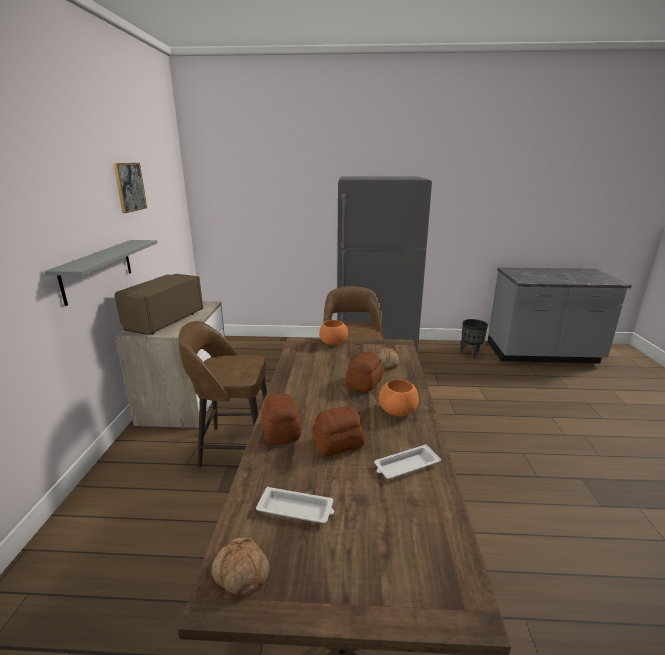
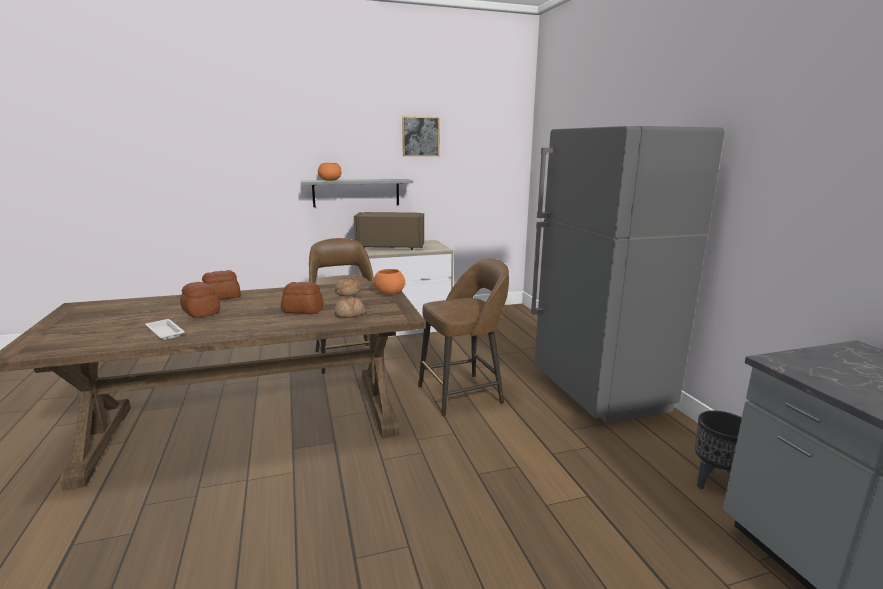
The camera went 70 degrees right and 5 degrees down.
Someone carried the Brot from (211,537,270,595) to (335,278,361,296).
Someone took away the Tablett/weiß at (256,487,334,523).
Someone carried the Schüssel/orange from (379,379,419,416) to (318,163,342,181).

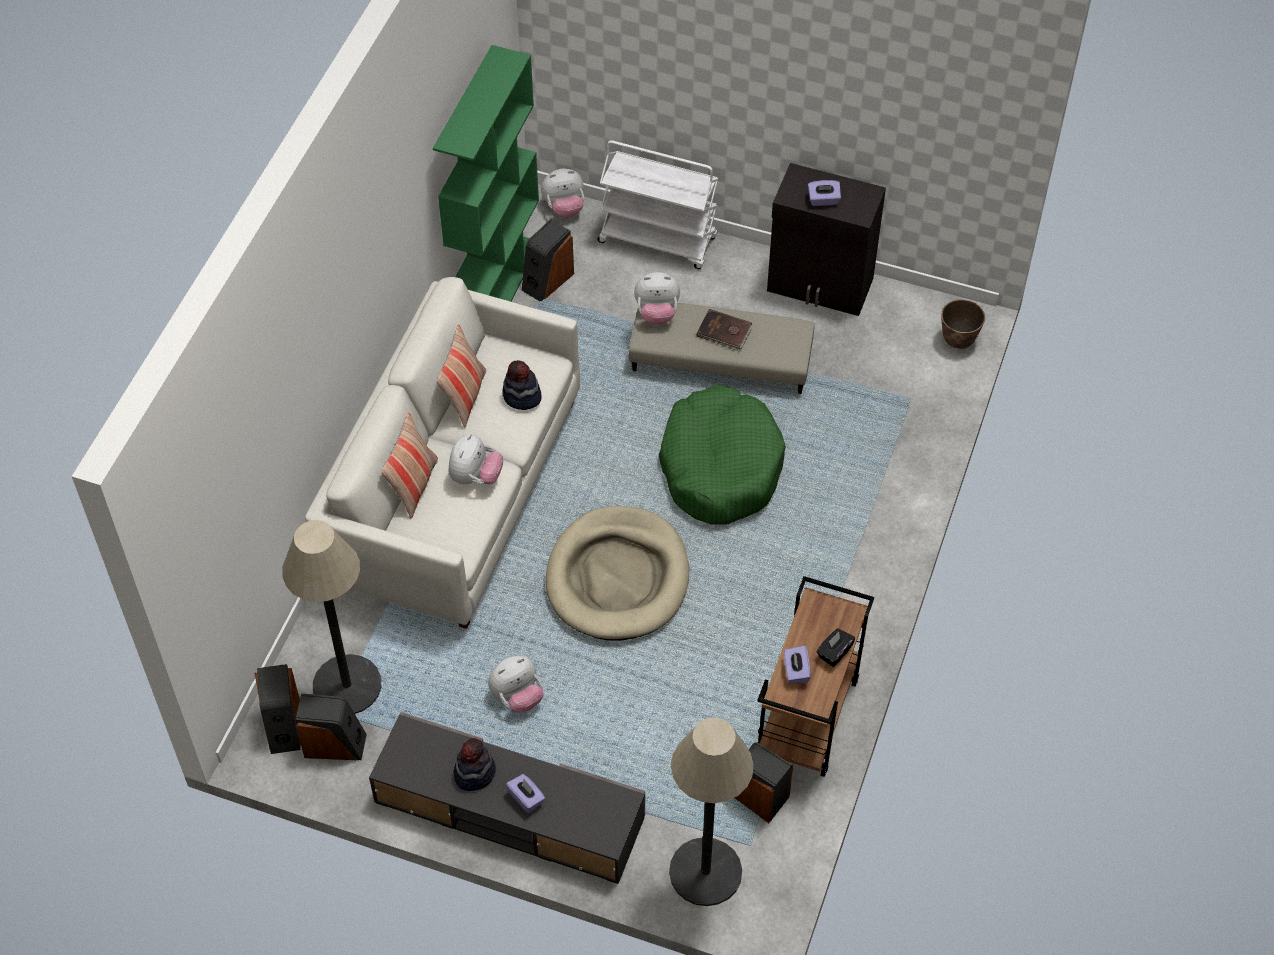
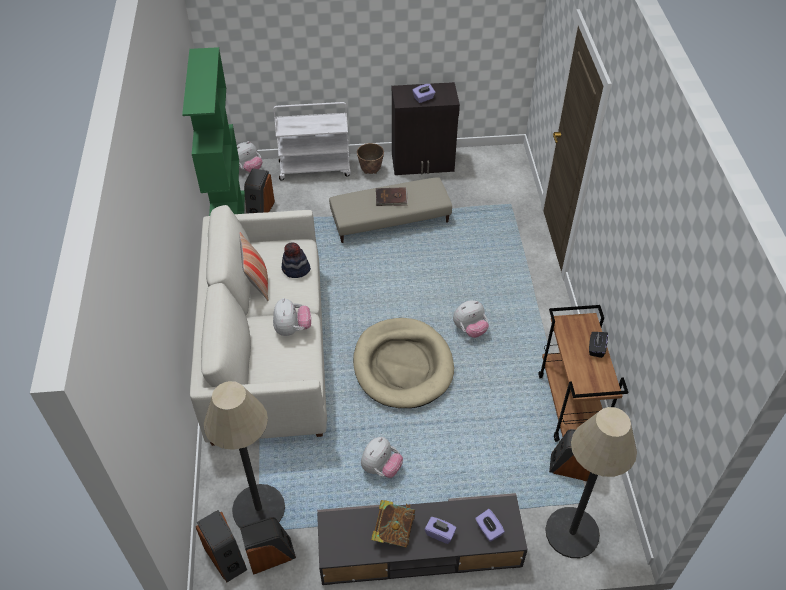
The camera went 25 degrees left and 5 degrees down.
Someone took away the Kissen at (381,413,438,518).
Someone swapped the Hut at (454,738,496,791) for the Buch at (371,500,415,548).
Someone carried the Plüschtier from (634,272,680,325) to (453,300,489,338).
Someone took away the Hundebett/grün at (659,384,786,525).
Someone carried the Taschentuchbox/lila from (784,646,811,684) to (475,509,505,542).
Someone carried the Pflanzkübel from (941,299,985,349) to (357,143,384,174).

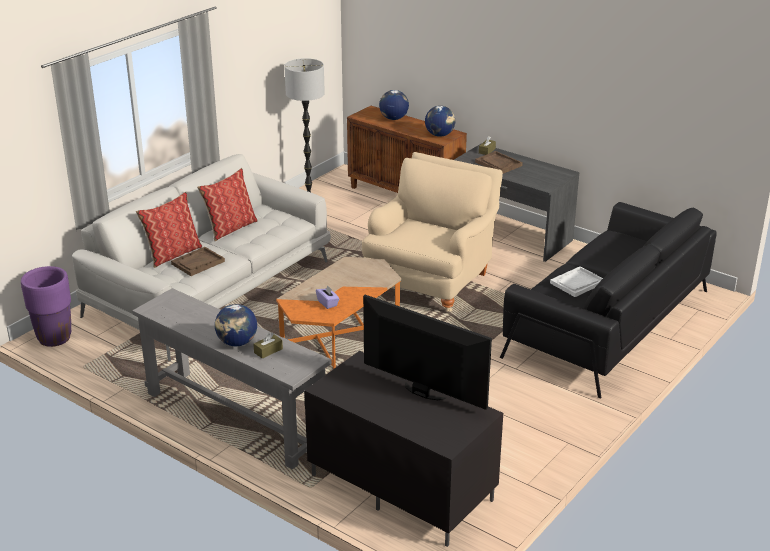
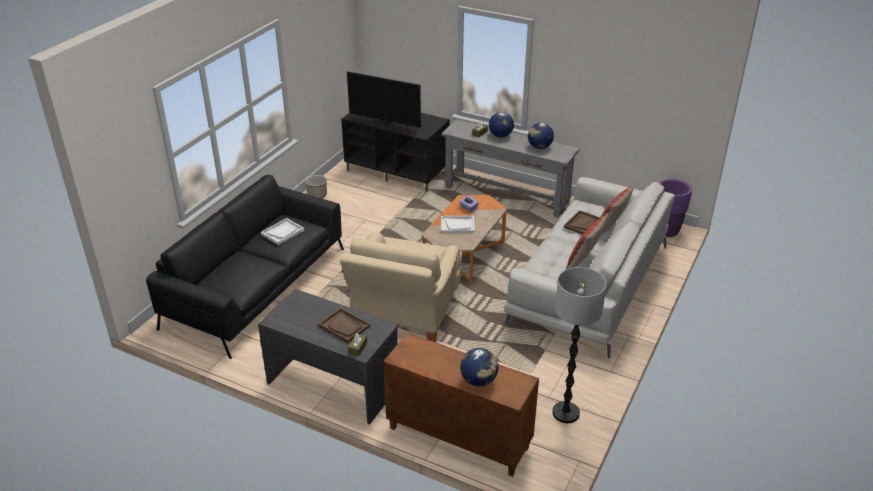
The camera went 170 degrees right and 5 degrees up.
Someone carried the Globus from (425,106,455,137) to (528,123,554,149).
Someone put down the Pflanzkübel at (305,175,327,198).
Someone put down the Tablett/weiß at (441,216,475,233).

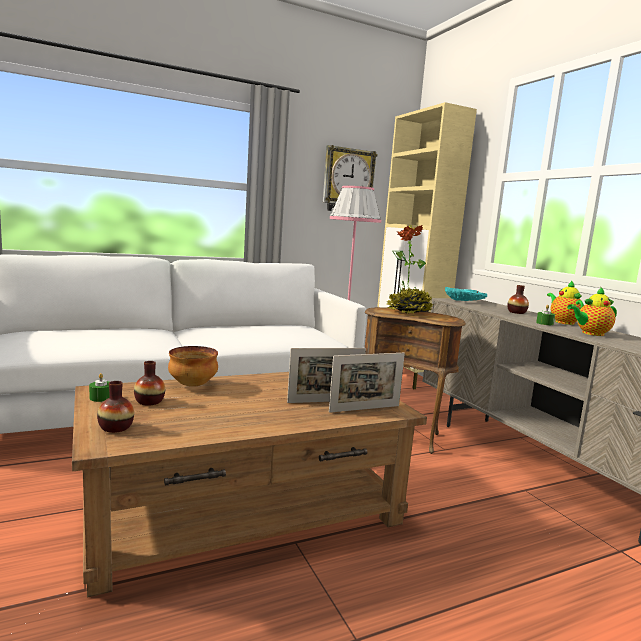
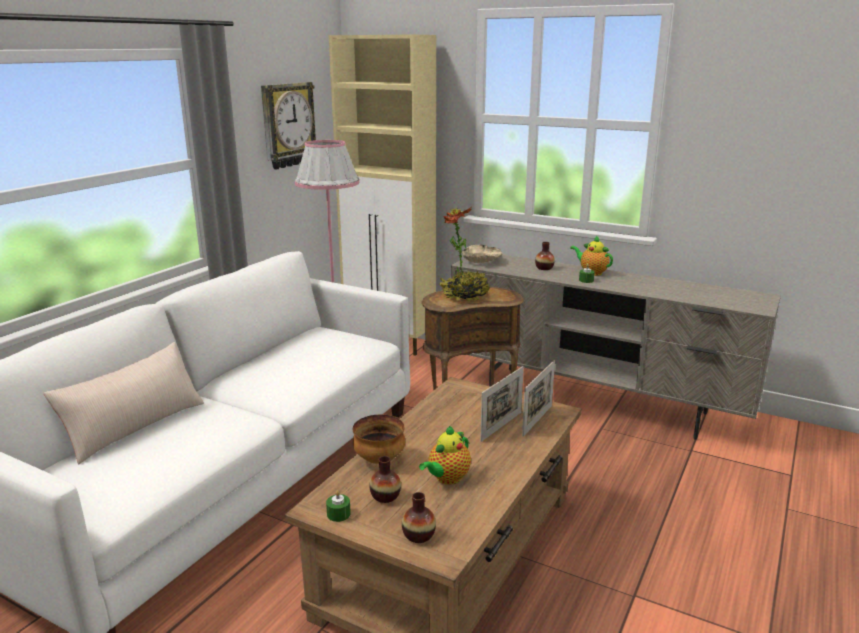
The camera went 35 degrees left and 10 degrees up.
Someone repainted the Schüssel/türkis at (445,287,487,301), which became the Schüssel/beige at (462,244,502,263).
Someone carried the Teekanne from (567,287,617,336) to (419,426,471,485).
Someone put down the Kissen/beige at (43,342,204,465).

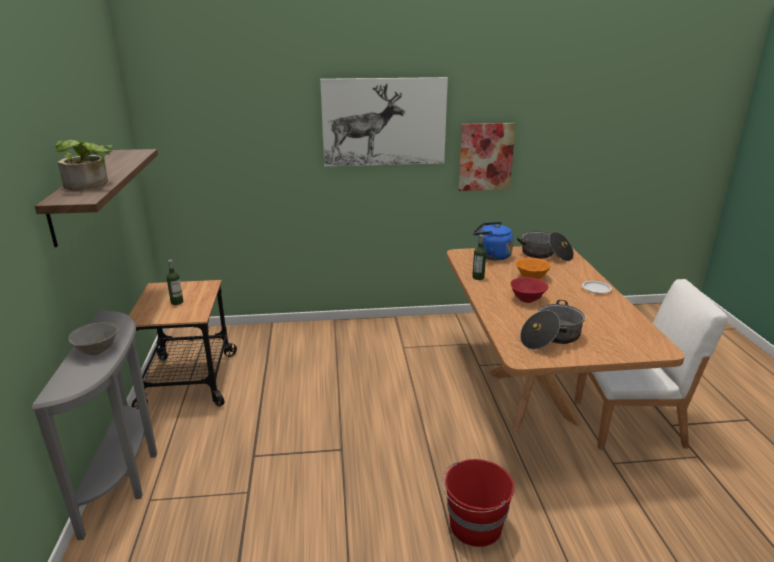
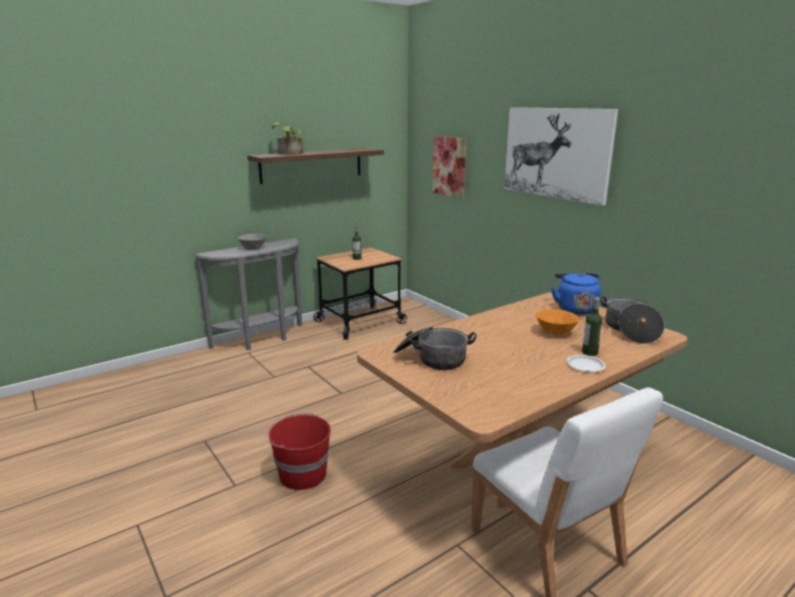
The camera went 60 degrees right and 5 degrees down.
Someone carried the Bild from (458,123,516,191) to (432,136,466,199).
Someone carried the Flasche from (472,235,486,280) to (582,297,603,356).
Someone took away the Schüssel/rot at (510,277,549,303).

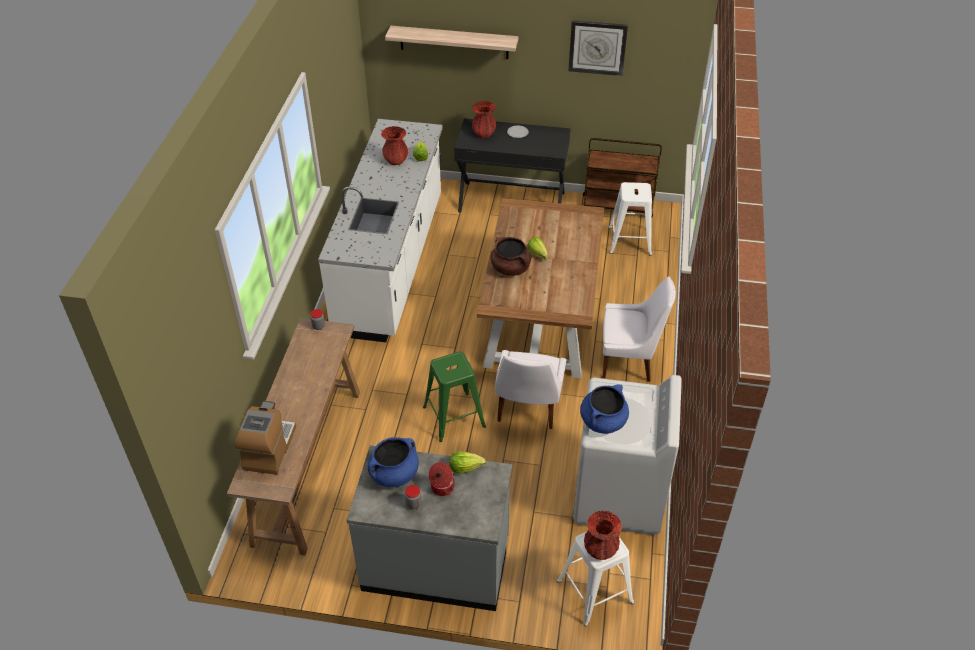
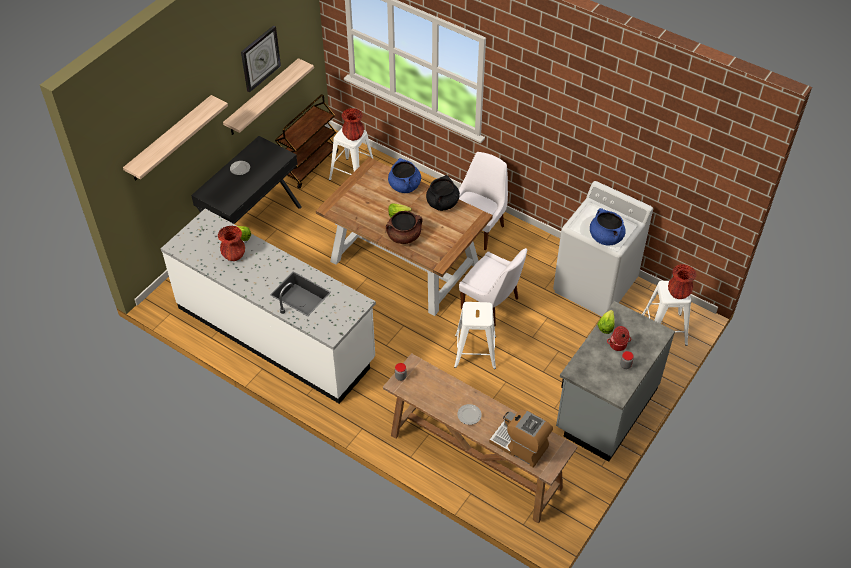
The camera went 65 degrees left and 5 degrees up.
Someone carried the Kochtopf/blau from (368,437,419,487) to (388,158,421,193).
Someone repainted the Hocker/grün at (423,352,486,442), which became the Hocker/weiß at (454,302,496,369).
Someone carried the Vase/rot from (472,101,496,138) to (342,108,364,141).
Someone put up the Wandregal at (223,58,314,135).
Someone put down the Kochtopf/schwarz at (426,175,460,211).
Someone put down the Teller at (457,404,482,425).

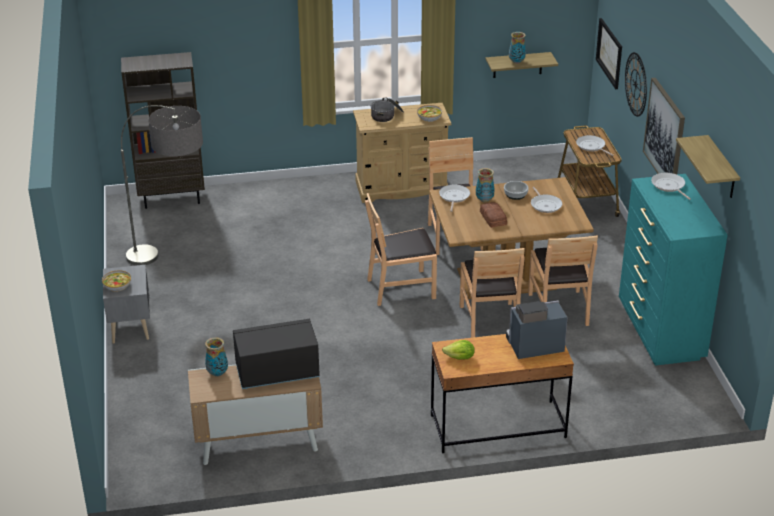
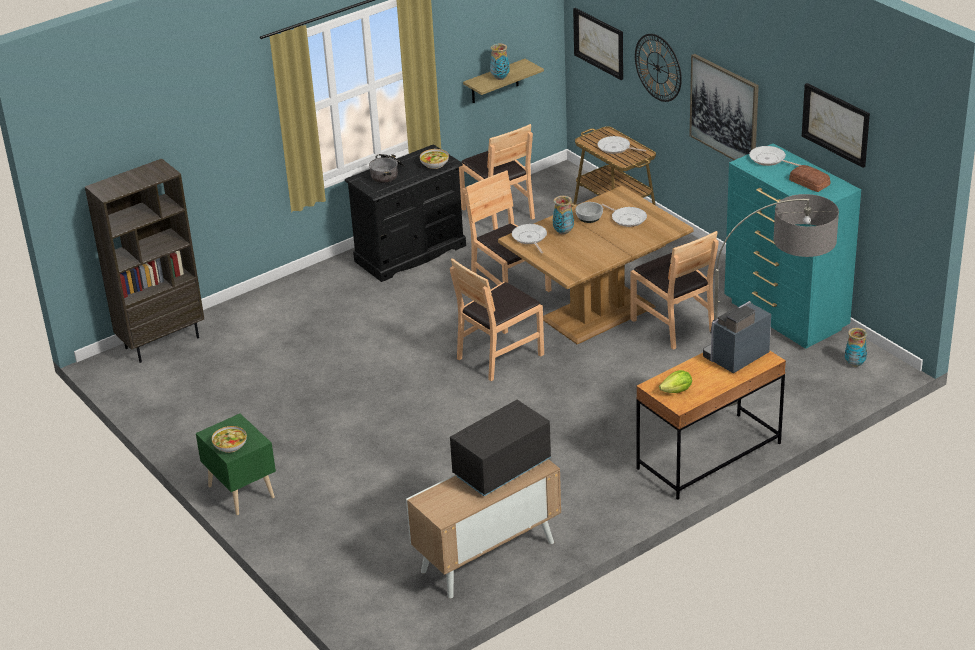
The camera went 25 degrees left and 0 degrees up.
Someone repainted the Nachttisch/grau at (103,265,150,344), which became the Nachttisch/grün at (196,414,276,515).
Someone carried the Stehlampe from (121,105,203,265) to (714,194,839,407).
Someone carried the Vase from (205,337,228,377) to (845,328,867,367).
Someone repainted the Kommode/beige at (353,103,451,203), which became the Kommode/schwarz at (345,144,466,282).
Someone carried the Stuhl/braun from (460,248,525,338) to (459,124,535,230).
Someone carried the Brot from (480,202,507,228) to (789,165,830,192).
Someone swapped the Wandregal at (676,135,740,198) for the Bild at (802,83,870,168).

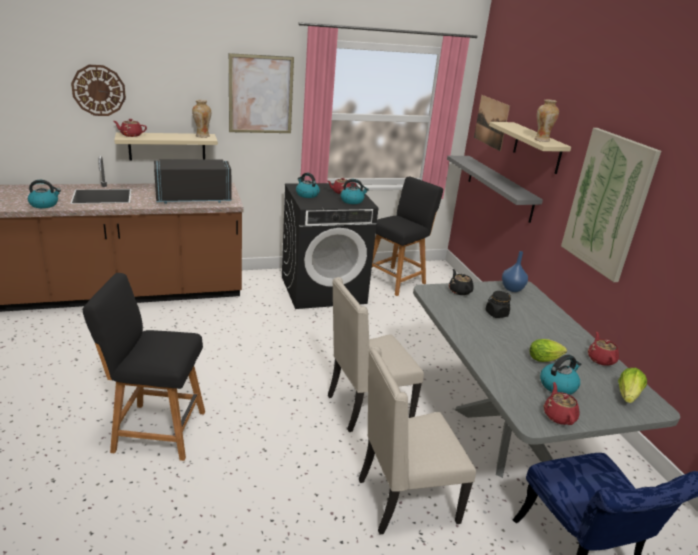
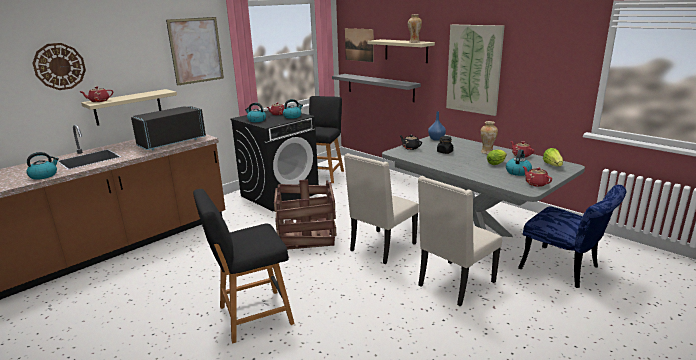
The camera went 25 degrees left and 5 degrees down.
Someone carried the Vase from (192,100,211,138) to (480,121,498,154).
Someone put down the Kiste at (274,179,337,250).

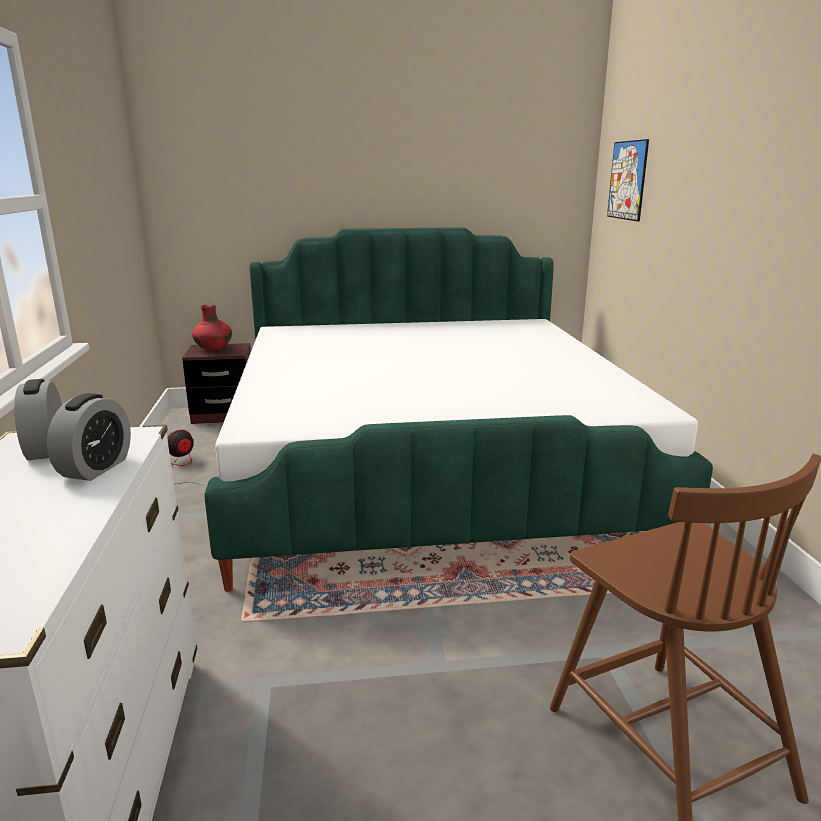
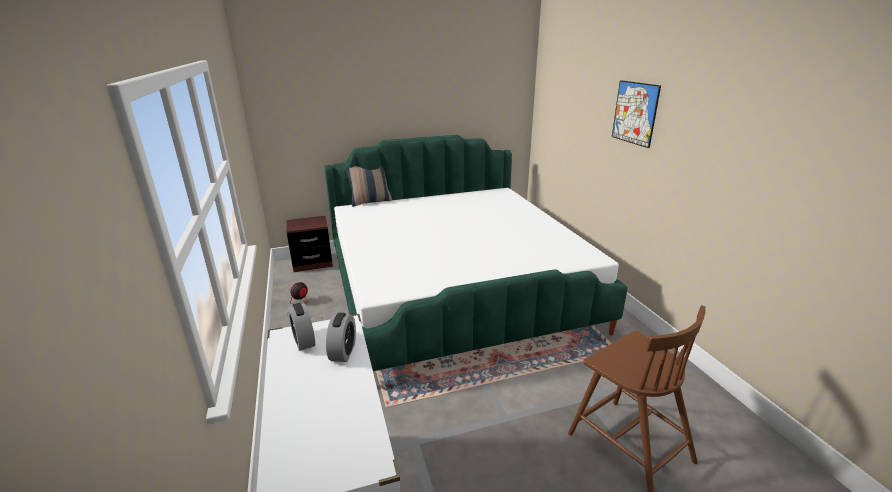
The camera went 10 degrees left and 5 degrees up.
Someone took away the Vase/rot at (192,304,232,350).
Someone carried the Bild from (607,139,649,222) to (612,80,661,148).
Someone put down the Kissen at (346,165,392,207).

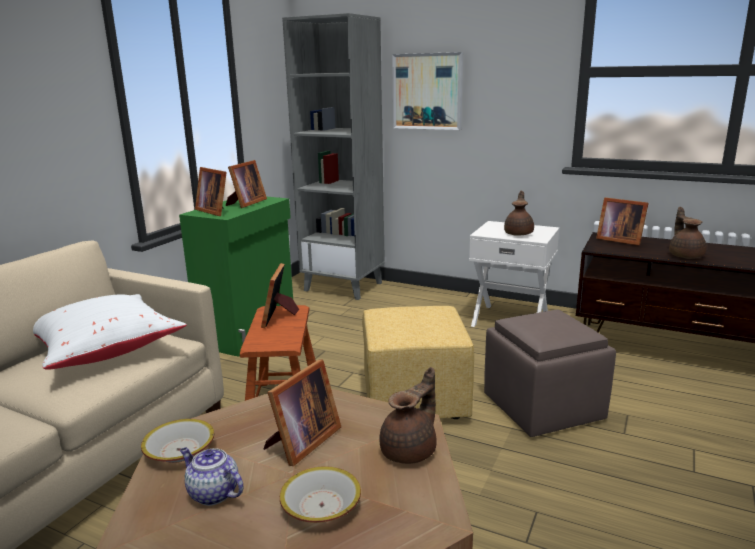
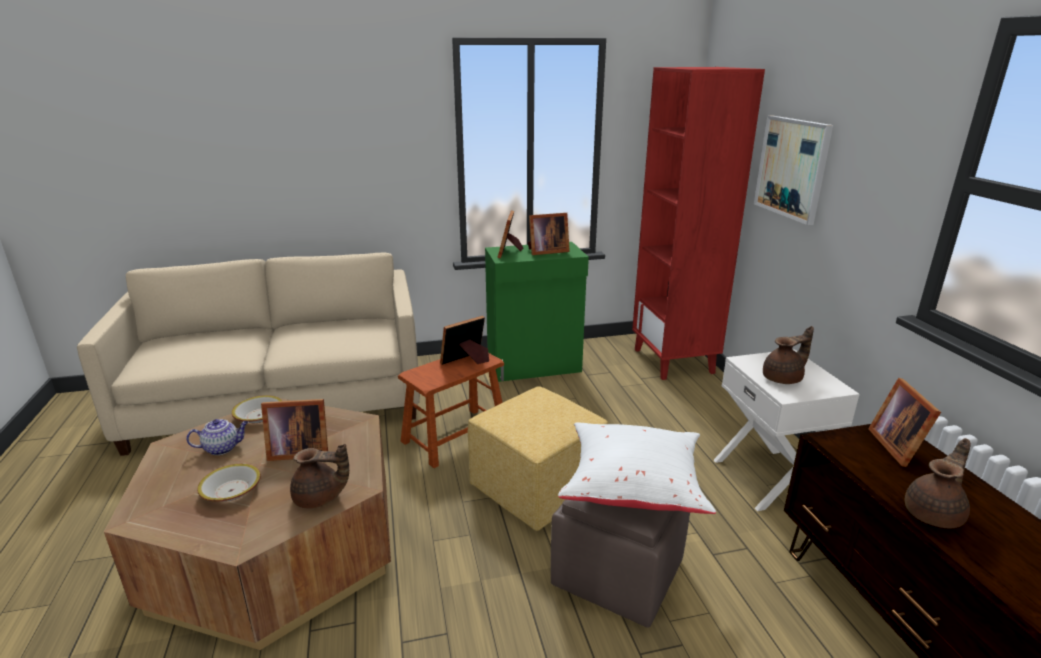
The camera went 50 degrees right and 5 degrees up.
Someone carried the Kissen/weiß from (33,294,186,370) to (558,422,716,514).
Someone rotated the Teekanne at (180,447,243,506) by 75 degrees clockwise.
Someone repainted the Bücherregal/grau at (282,13,385,300), which became the Bücherregal/rot at (632,67,765,380).

